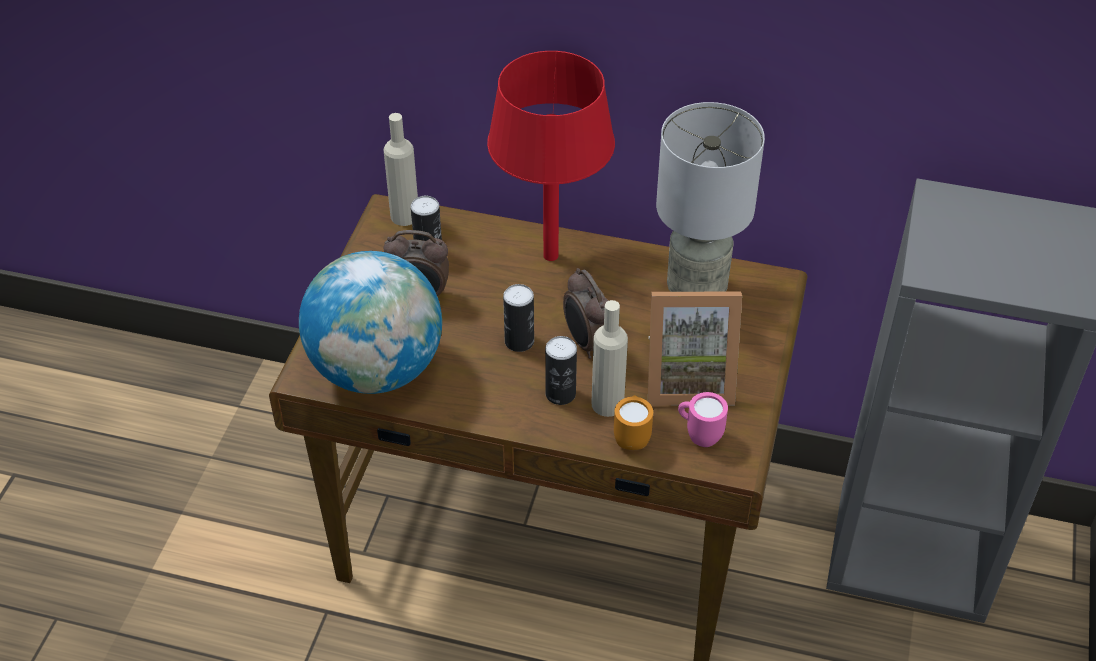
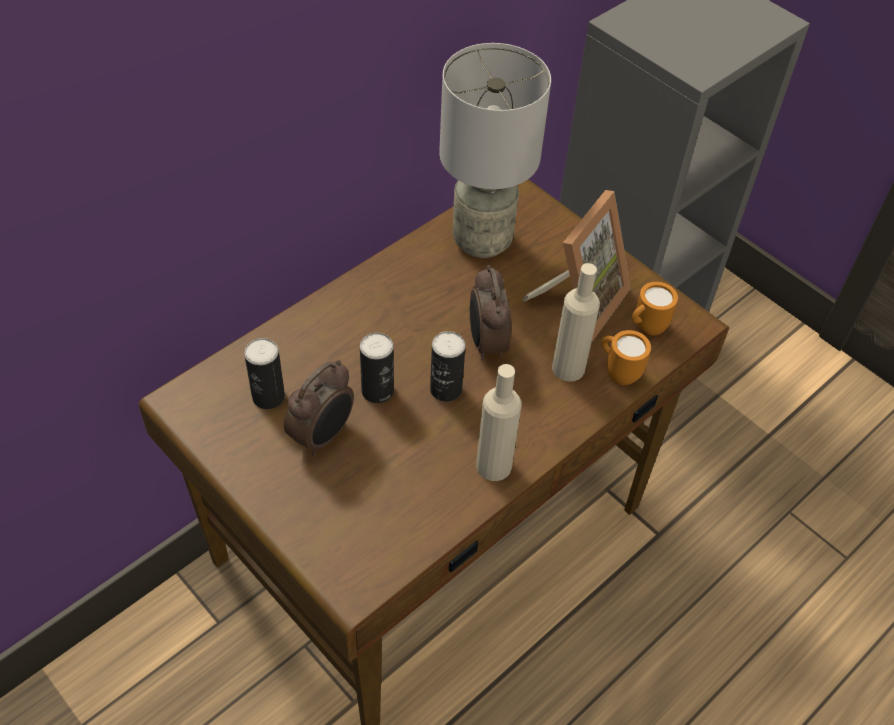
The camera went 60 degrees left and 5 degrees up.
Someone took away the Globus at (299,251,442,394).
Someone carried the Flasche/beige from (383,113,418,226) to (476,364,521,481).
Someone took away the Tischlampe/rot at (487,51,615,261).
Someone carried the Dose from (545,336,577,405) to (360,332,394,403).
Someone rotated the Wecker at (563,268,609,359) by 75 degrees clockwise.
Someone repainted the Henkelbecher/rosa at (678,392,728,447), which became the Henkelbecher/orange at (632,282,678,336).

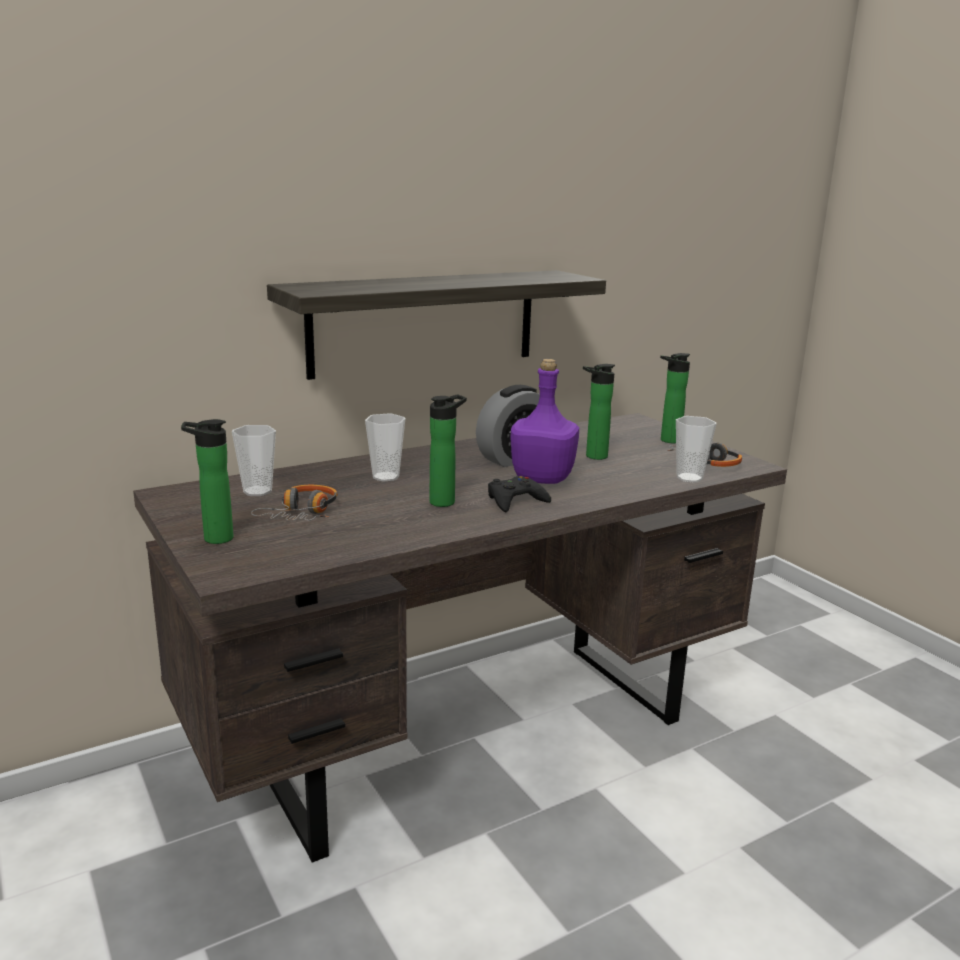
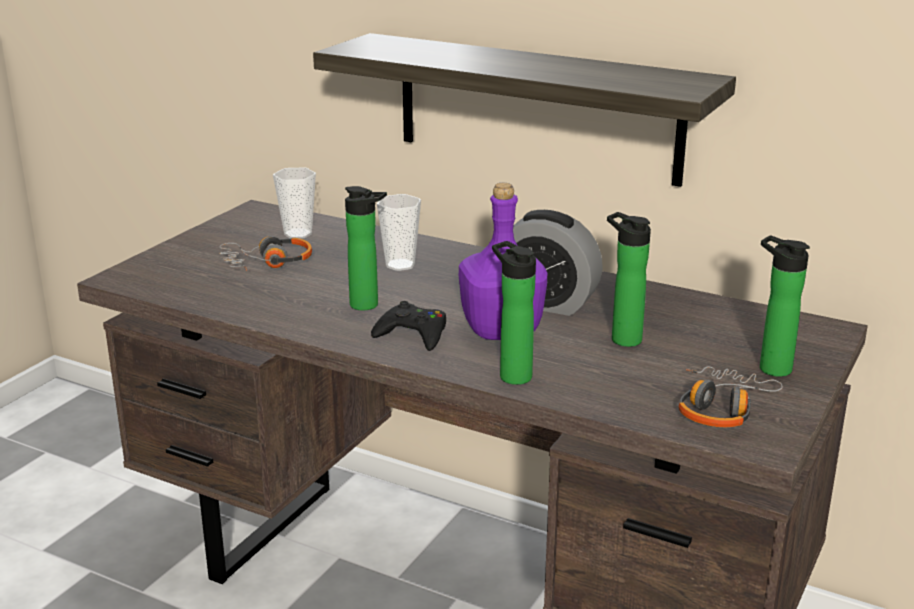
The camera went 60 degrees right and 5 degrees up.
Someone carried the Flasche from (181,419,234,544) to (492,241,536,385).
Someone took away the Tasse at (676,416,717,483).

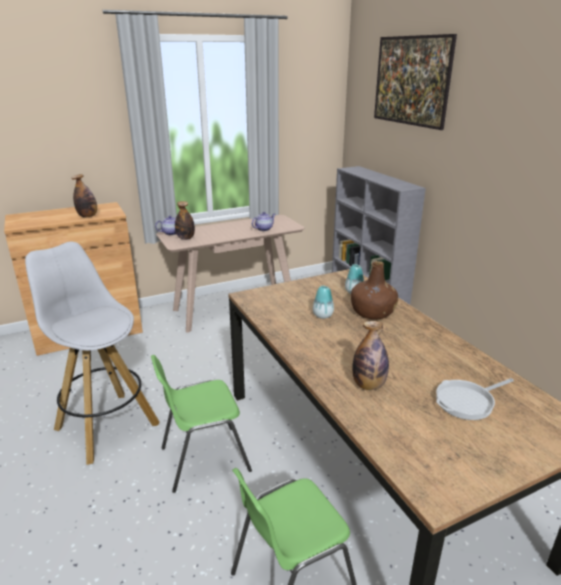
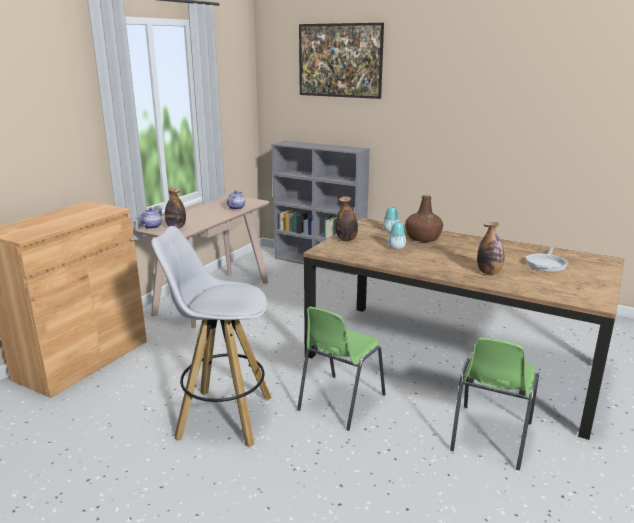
The camera went 35 degrees left and 5 degrees down.
Someone carried the Flasche from (71,174,97,218) to (335,196,358,241).

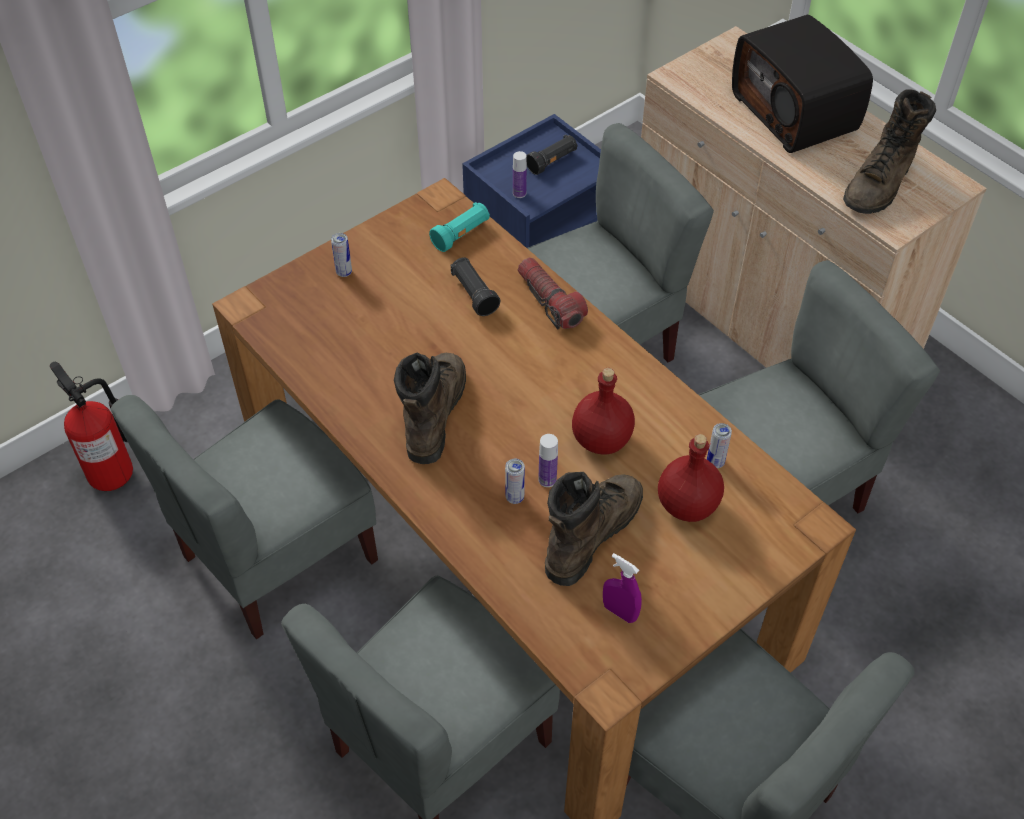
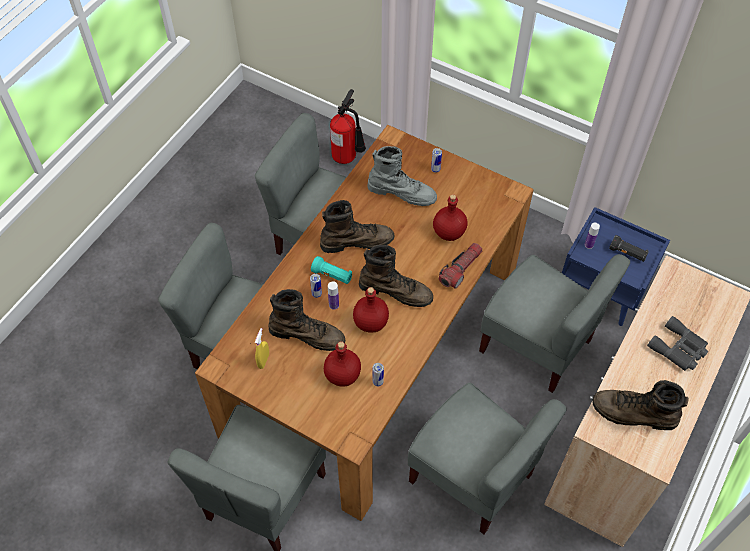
The camera went 70 degrees right and 5 degrees up.
Someone carried the Taschenlampe/türkis from (429,202,490,252) to (311,256,352,284).
Someone swapped the Taschenlampe/schwarz at (451,257,500,316) for the Flasche/rot at (433,194,467,241).
Someone repainted the Sprühflasche/lila at (603,553,642,623), which became the Sprühflasche/gelb at (255,328,269,369).
Someone swapped the Radio at (732,15,873,153) for the Fernglas/grau at (647,316,708,371).
Someone put down the Stiefel/braun at (359,245,433,307).
Someone put down the Stiefel/grau at (367,146,437,206).

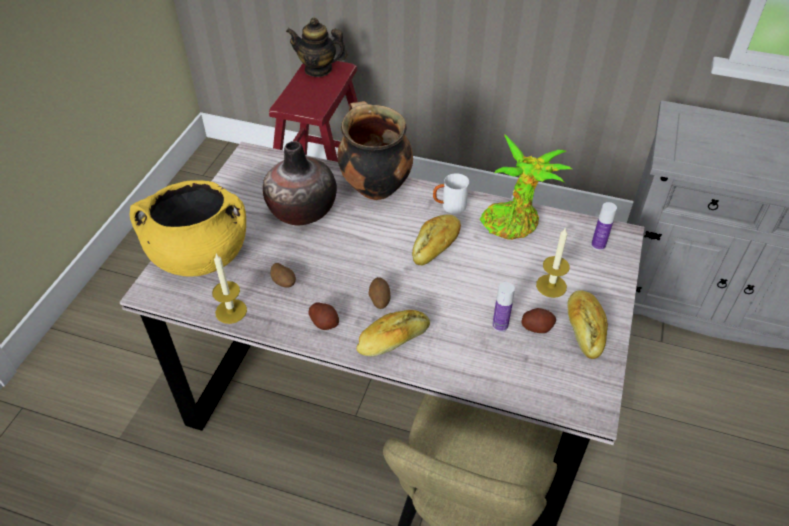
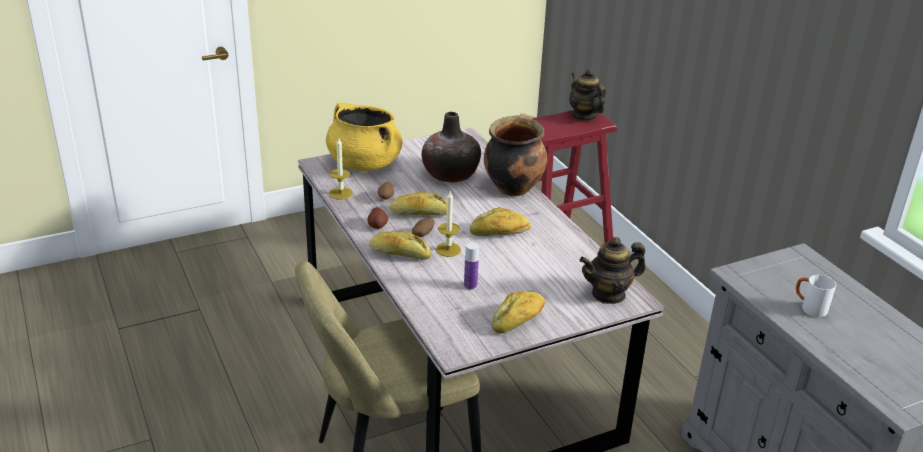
The camera went 45 degrees right and 15 degrees down.
Someone carried the Henkelbecher/weiß from (433,173,469,214) to (796,275,836,317).
Someone took away the Topfpflanze at (480,134,572,240).
Someone took away the Kartoffel at (522,308,556,333).
Someone carried the Kerze from (536,227,570,298) to (436,191,461,257).
Someone swapped the Flasche at (591,202,617,250) for the Teekanne at (580,237,646,304).
Someone put down the Brot at (390,192,447,216).

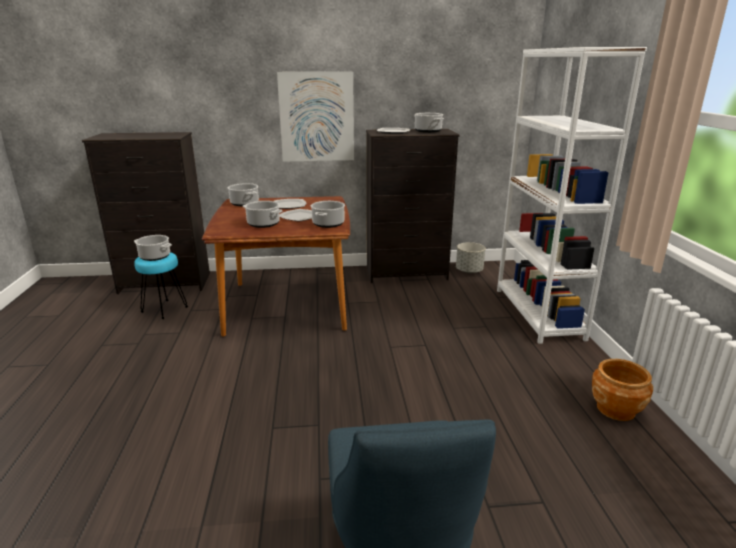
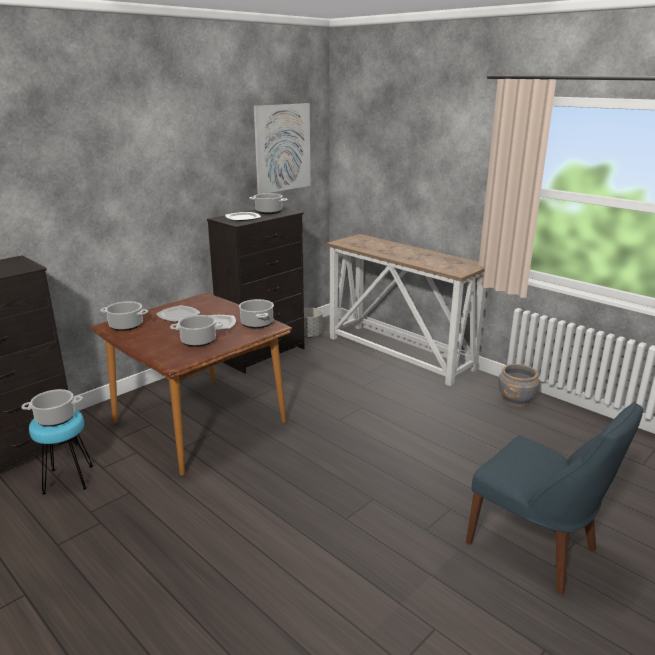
The camera went 40 degrees left and 0 degrees up.
Someone carried the Bild from (277,72,354,162) to (254,103,311,194).
Someone swapped the Bücherregal/weiß at (497,47,647,344) for the Konsolentisch at (326,234,486,387).
Someone repainted the Pflanzkübel/braun at (592,359,653,421), which became the Pflanzkübel/grau at (499,364,540,407).

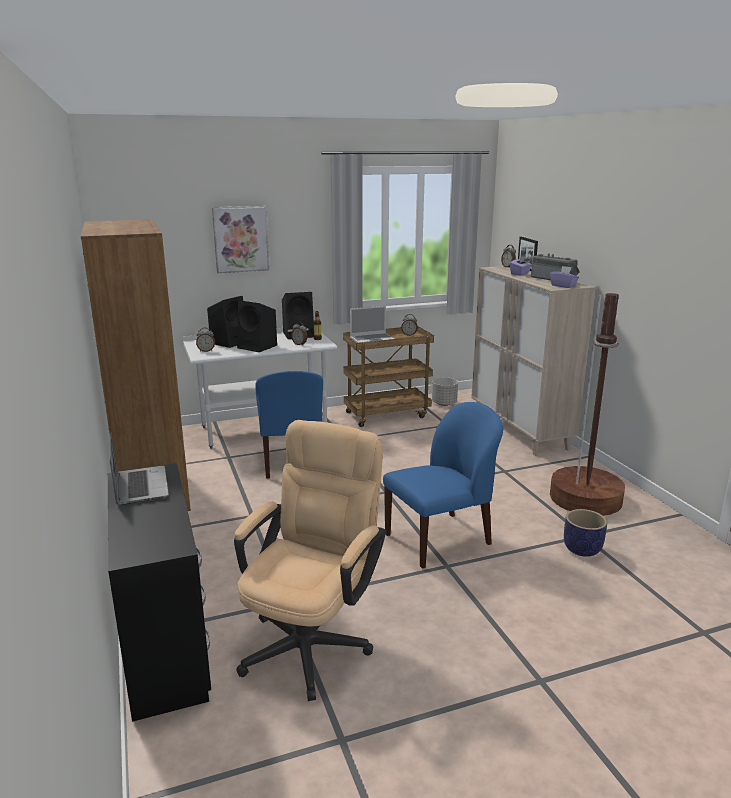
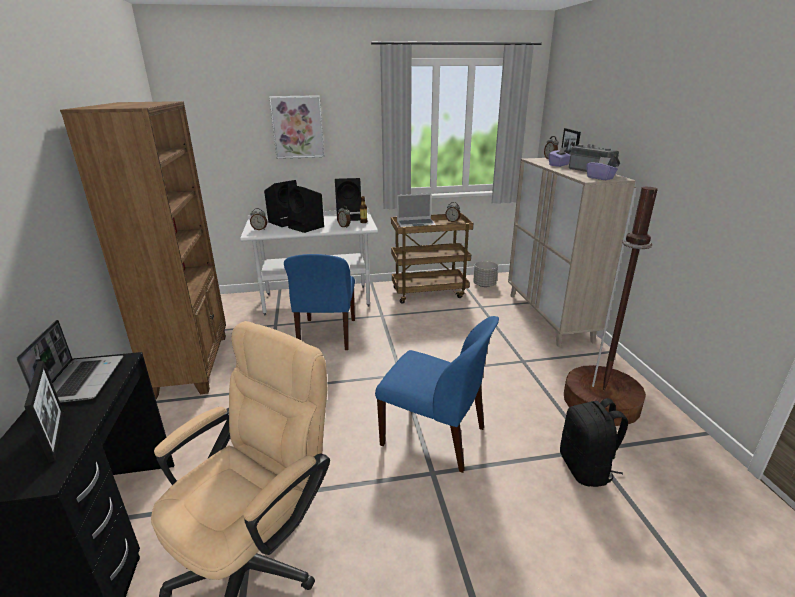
The camera went 10 degrees right and 5 degrees up.
Someone rotated the Stuhl/blau at (383,402,503,569) by 45 degrees clockwise.
Someone swapped the Pflanzkübel at (564,509,607,557) for the Rucksack/schwarz at (560,398,628,487).
Someone put down the Bilderrahmen at (24,361,64,463).

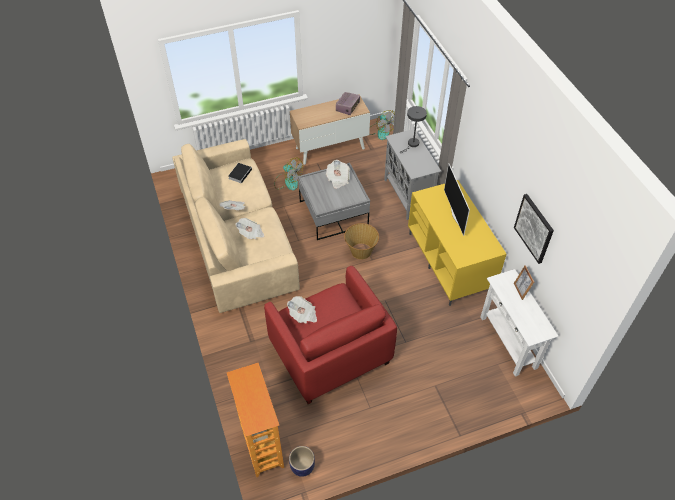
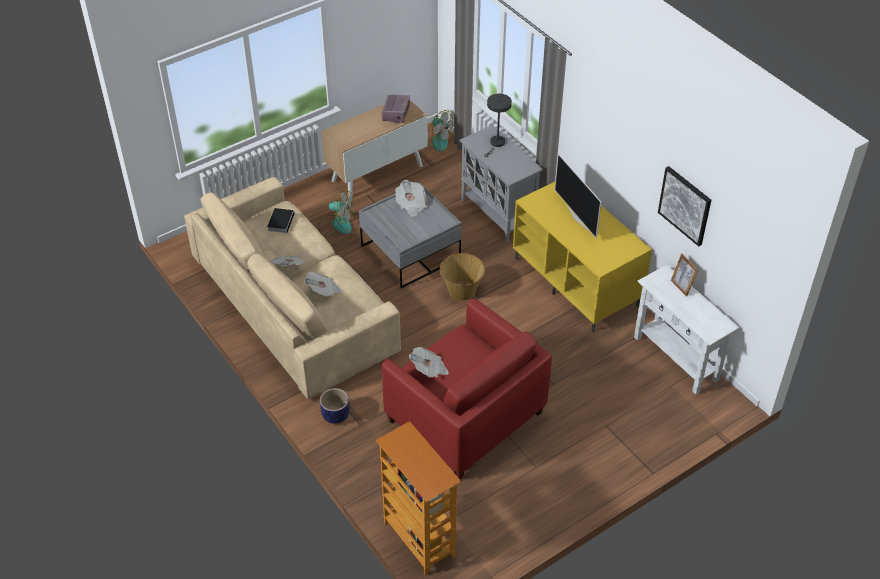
The camera went 15 degrees left and 5 degrees down.
Someone carried the Pflanzkübel from (289,446,315,477) to (320,388,350,424).

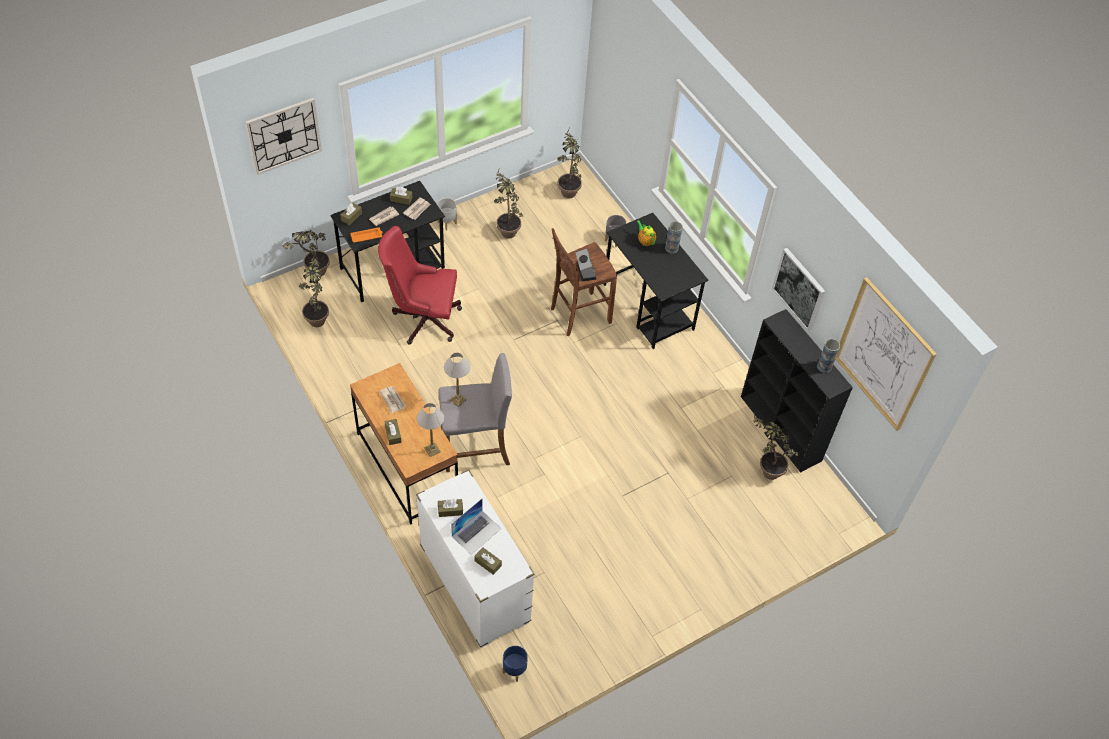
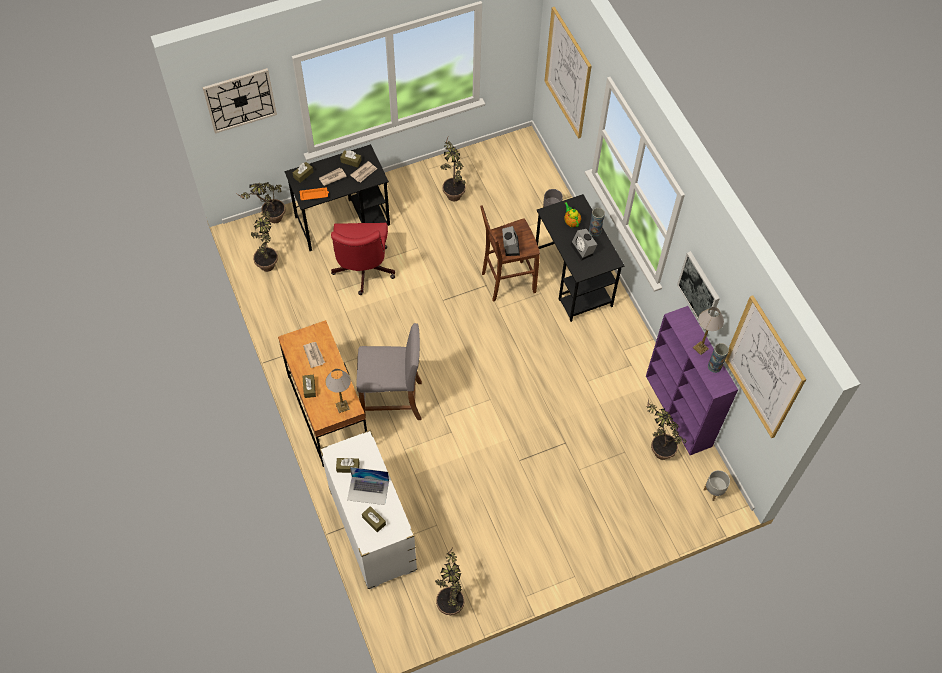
The camera went 10 degrees right and 5 degrees up.
Someone rotated the Bürostuhl/rot at (378,226,462,344) by 105 degrees counterclockwise.
Someone carried the Pflanzkübel/grau from (437,198,457,230) to (704,470,730,501).
Someone carried the Tischlampe from (444,353,470,407) to (693,307,724,355).
Someone rotated the Laptop at (451,499,501,555) by 45 degrees clockwise.
Someone took away the Pflanzkübel/blau at (503,646,528,682).
Someone carried the Topfpflanze from (557,128,582,198) to (435,546,465,615).
Someone repainted the Bücherregal/schwarz at (741,309,853,473), which became the Bücherregal/lila at (646,306,738,455).
Someone put up the Bild at (545,7,591,139).
Someone put down the Wecker at (570,229,597,261).

